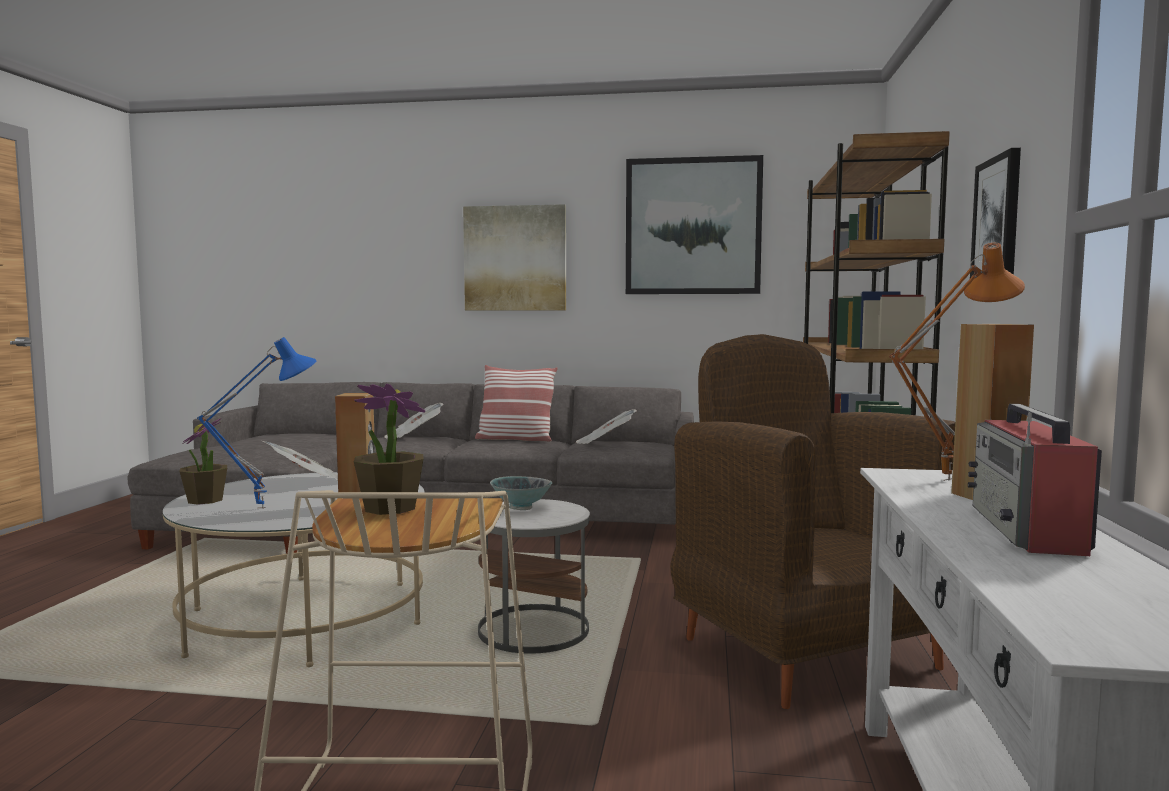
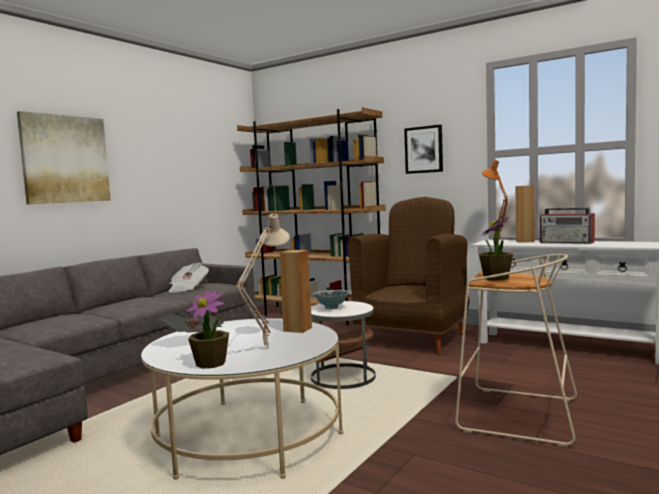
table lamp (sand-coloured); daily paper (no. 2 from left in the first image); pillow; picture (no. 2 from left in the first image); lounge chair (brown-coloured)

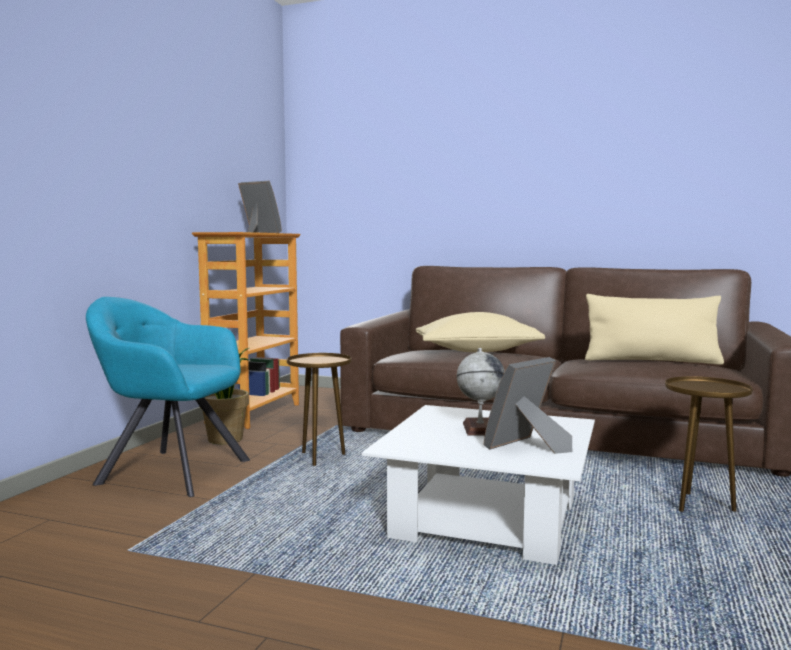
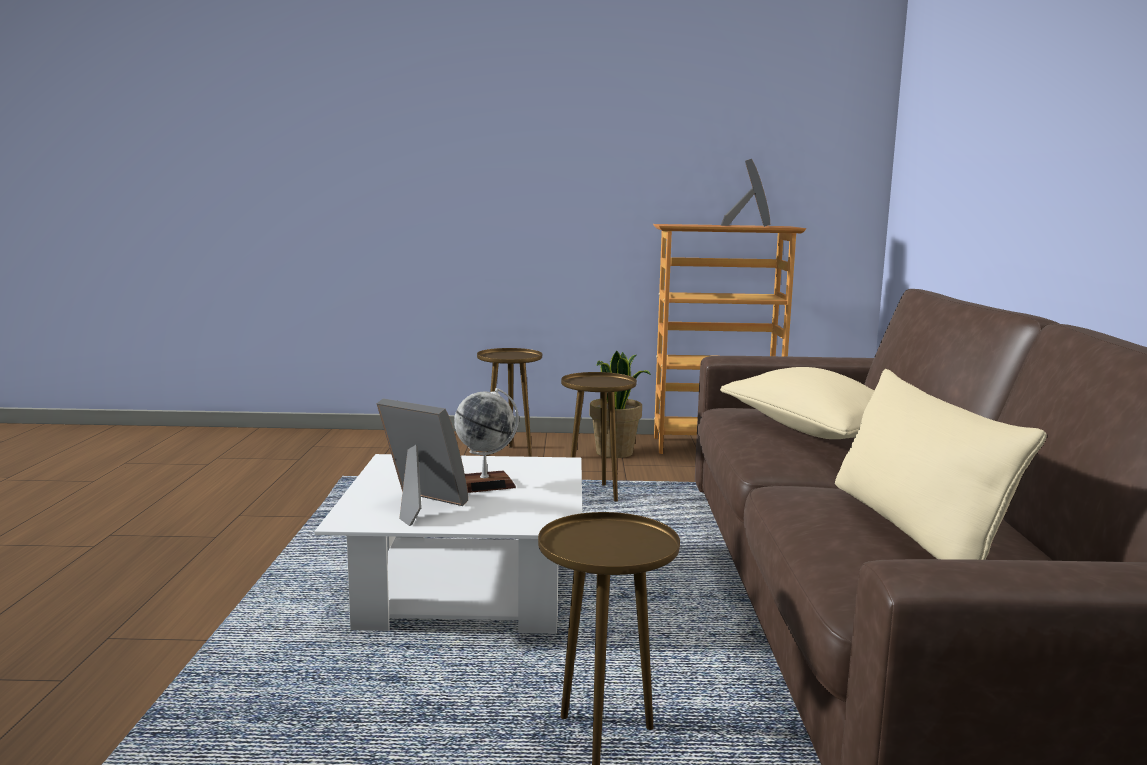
accent table (brown-coloured) (no. 1 from left)

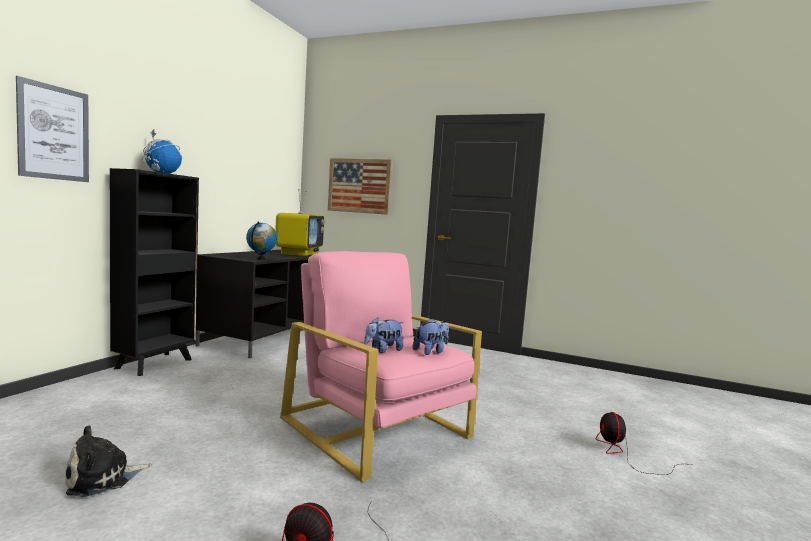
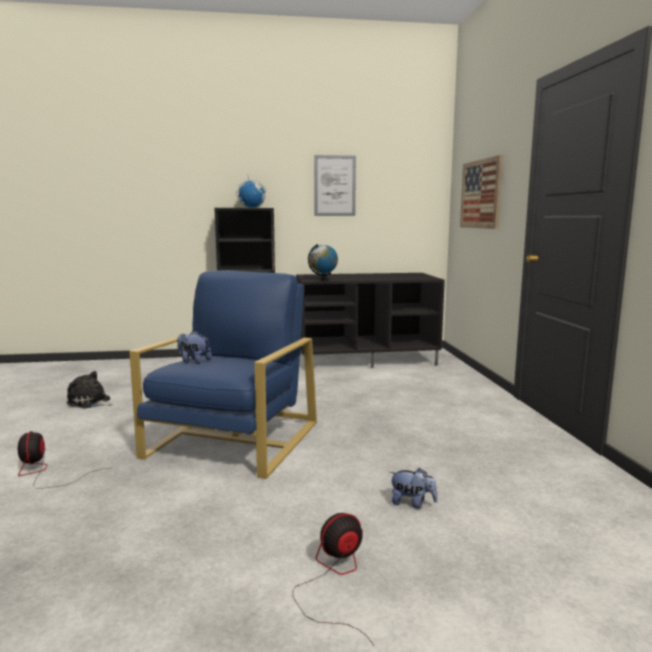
picture (no. 1 from left); TV set; lounge chair (bluish); soft toy (no. 3 from left)

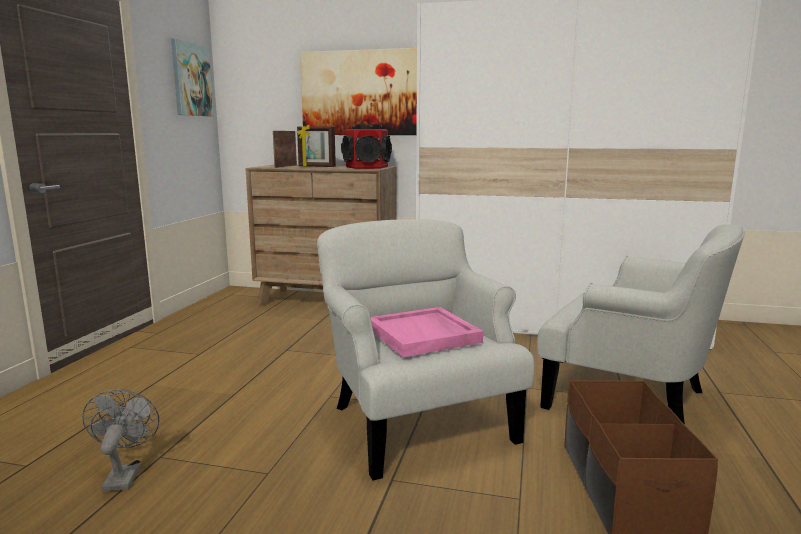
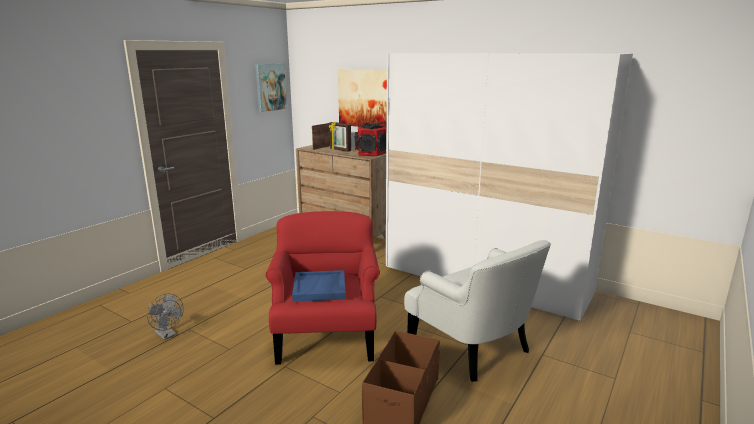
cooling fan (greyish); lounge chair (red); carrying tray (bluish)

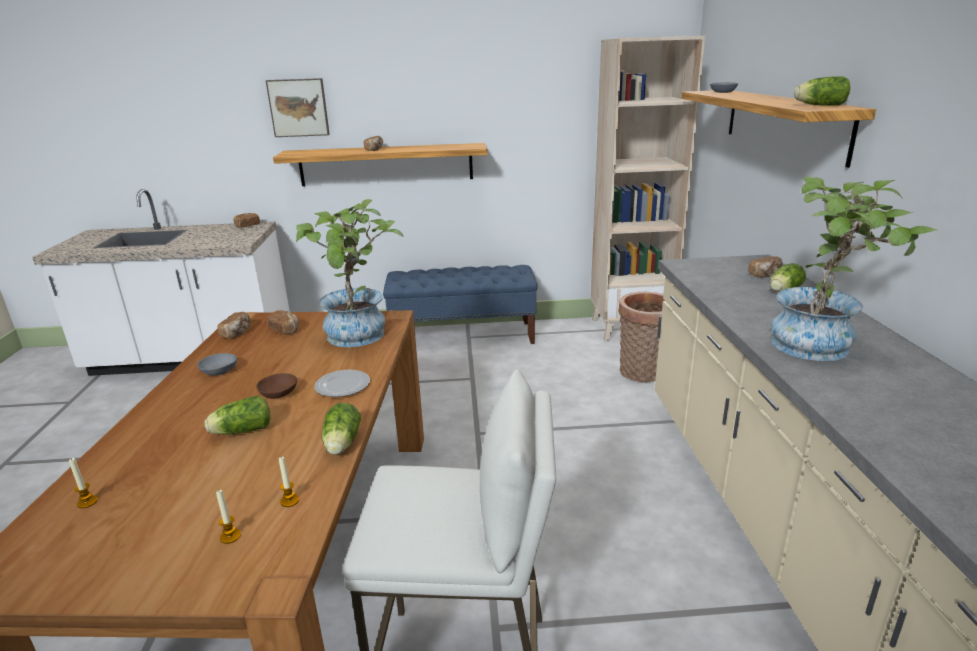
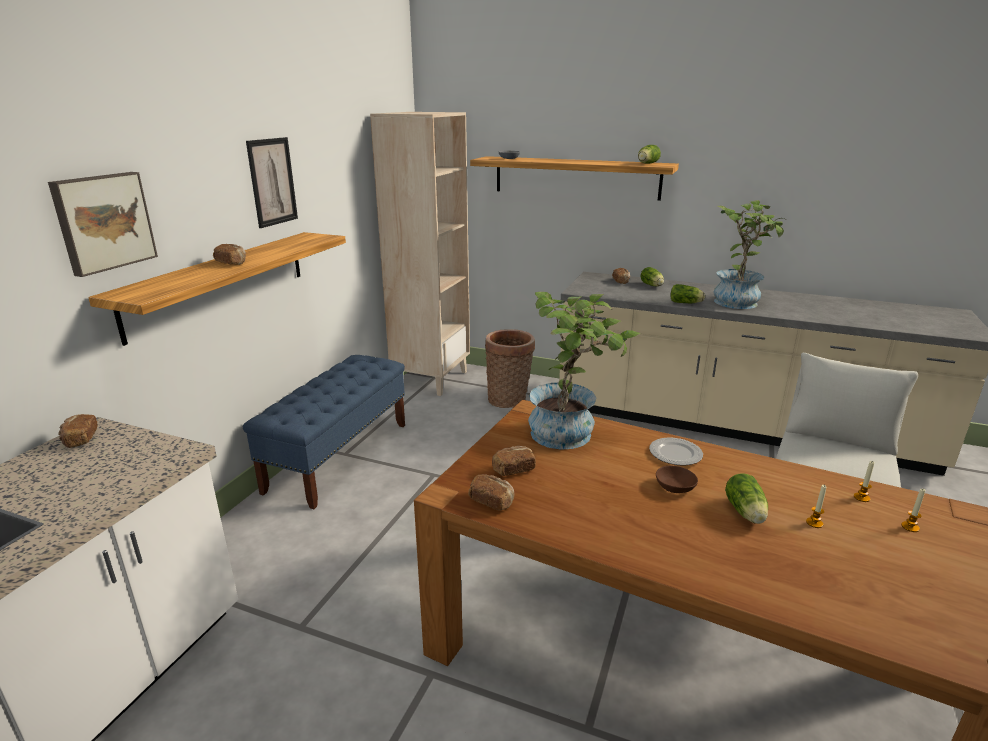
candle (no. 1 from left); serving bowl (greyish) (no. 1 from left in the first image); head of lettuce (no. 3 from left); picture (no. 2 from left)

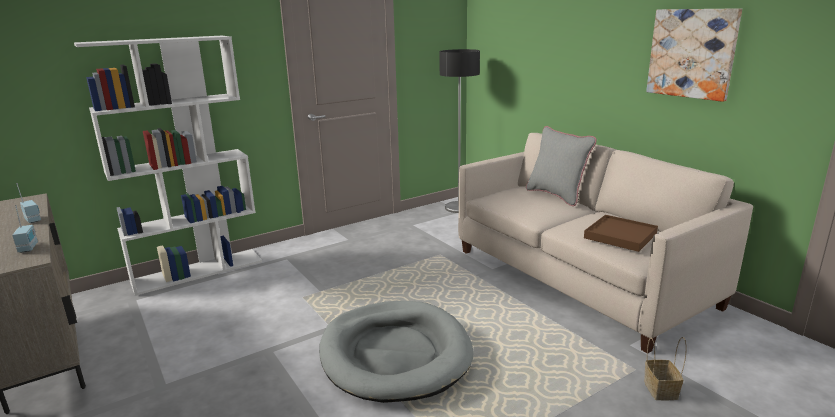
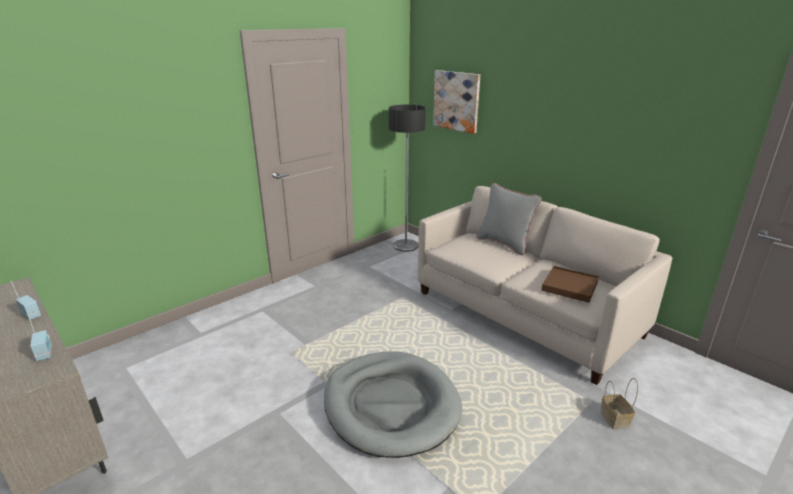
bookshelf (whitish); picture

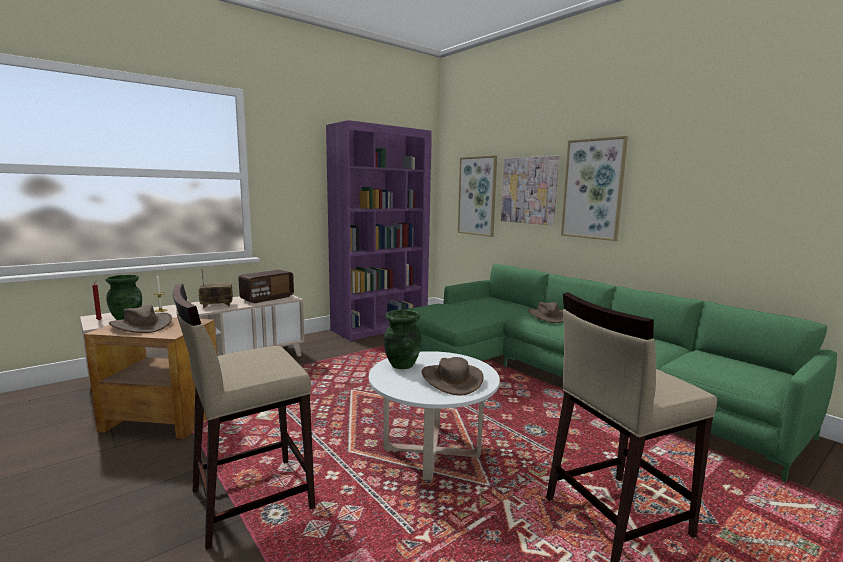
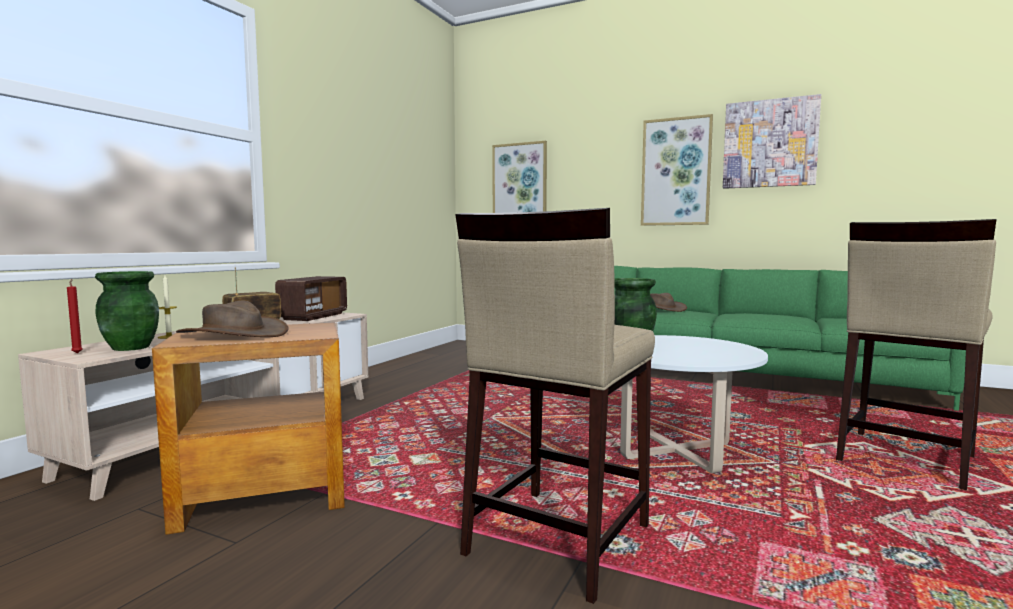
bookshelf (purple); hat (brown-coloured) (no. 2 from left in the first image); picture (no. 3 from left)

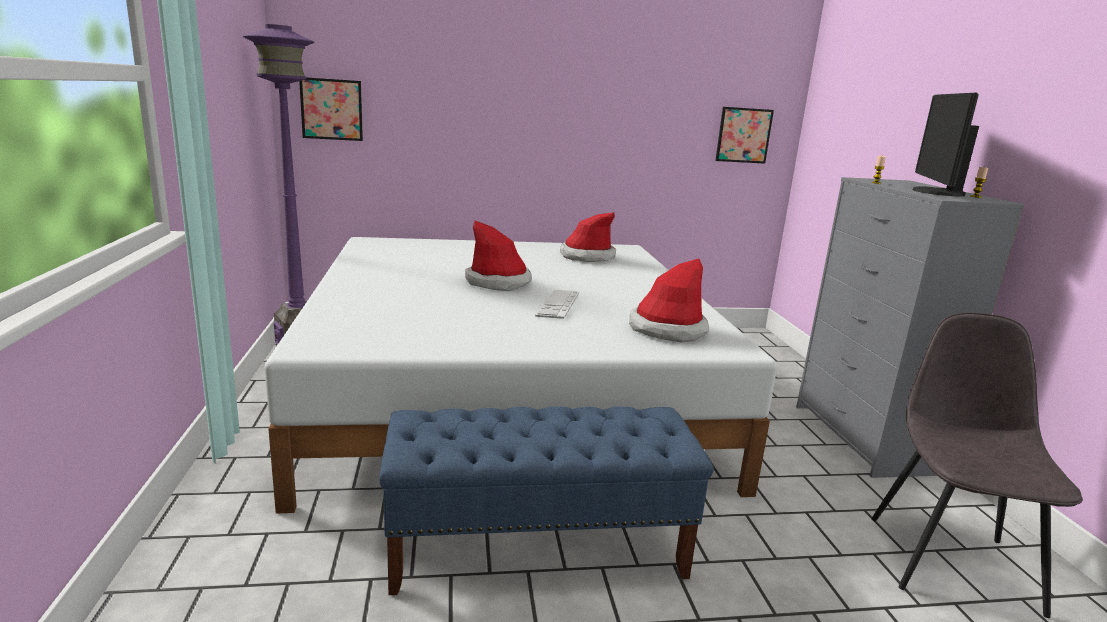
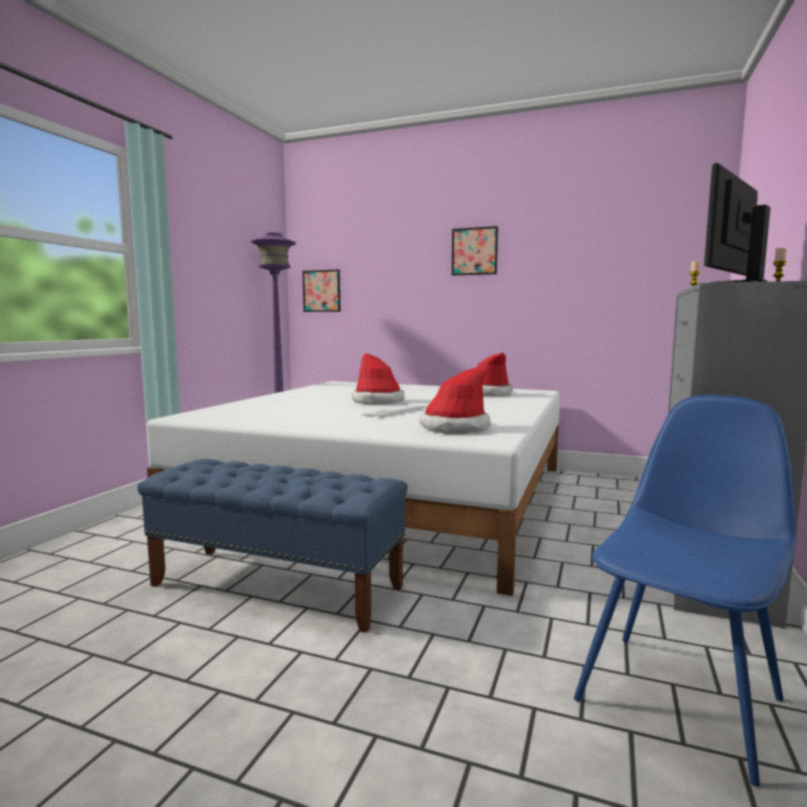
picture (no. 2 from left); plain chair (bluish)

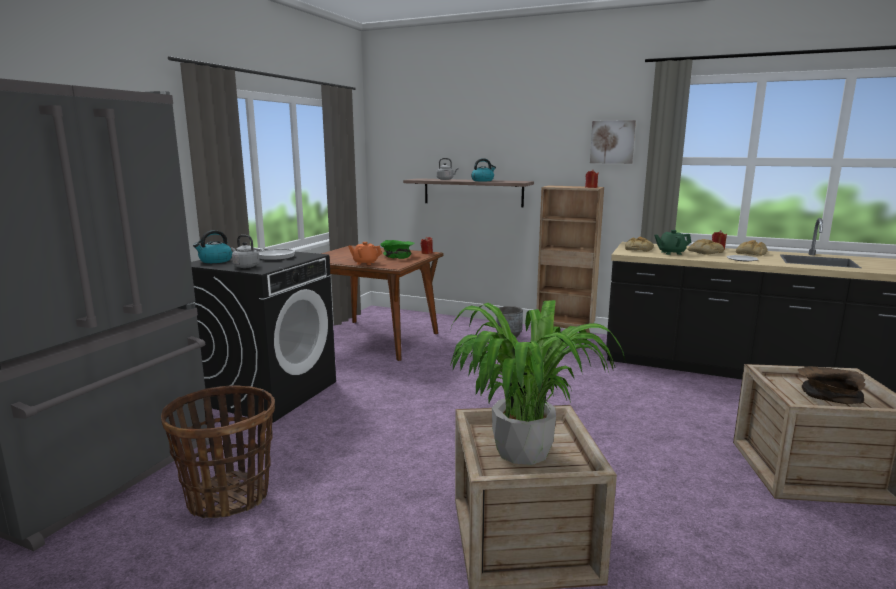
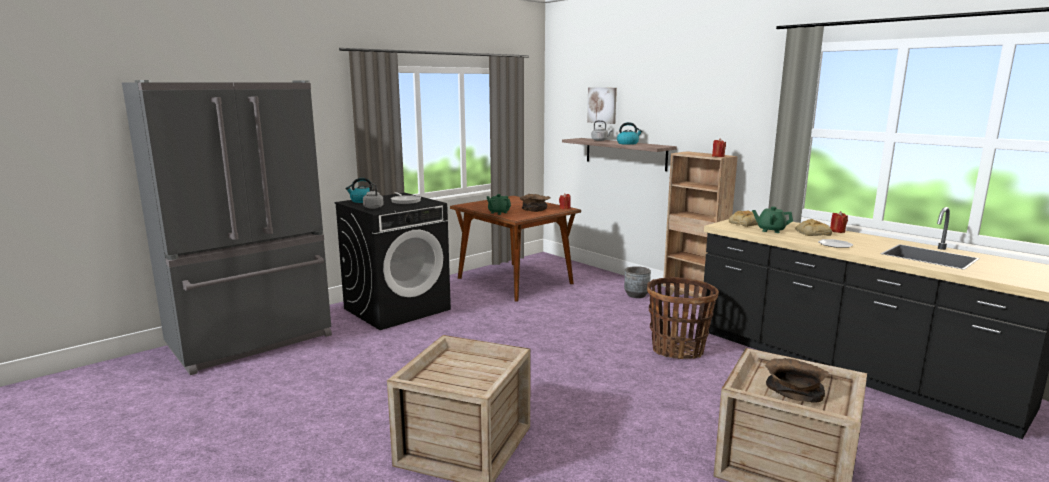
household basket; tea pot (green) (no. 1 from left); serving bowl (brown-coloured) (no. 1 from left); plant in a pot; picture; baked bread (no. 3 from left in the first image)

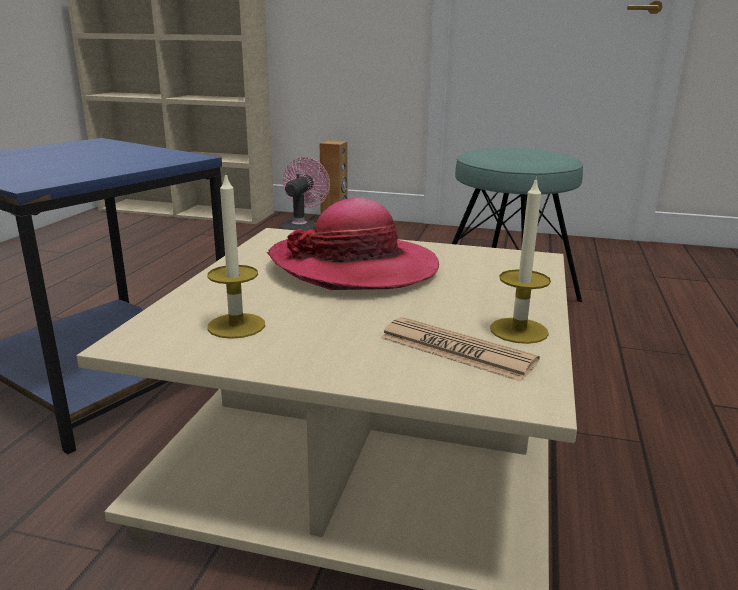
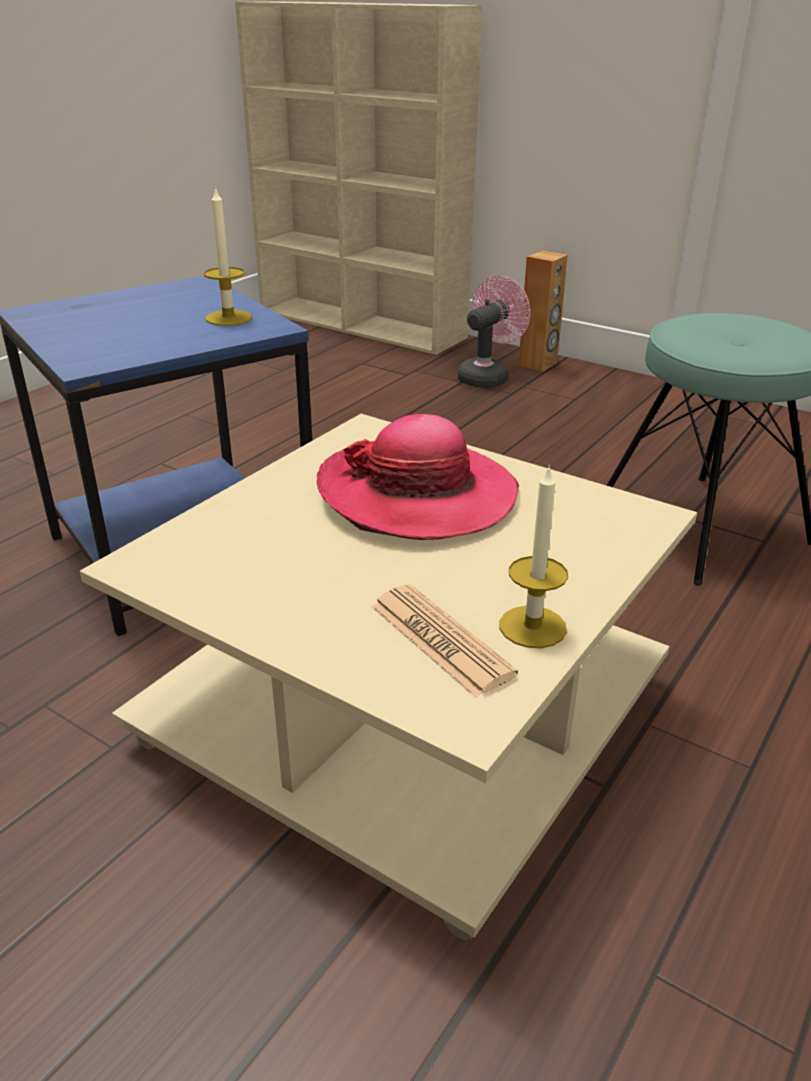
candle (no. 1 from left)

